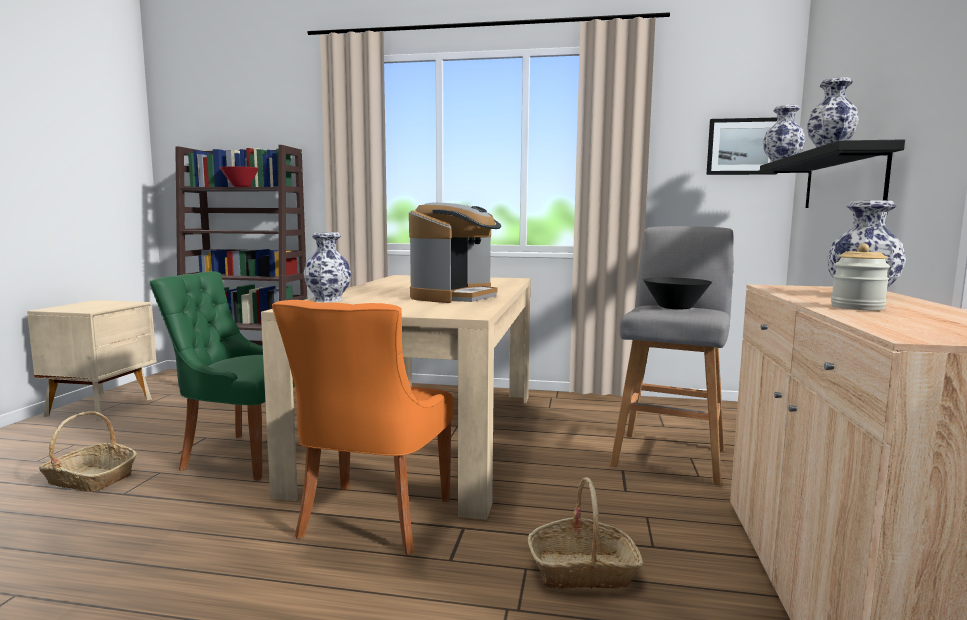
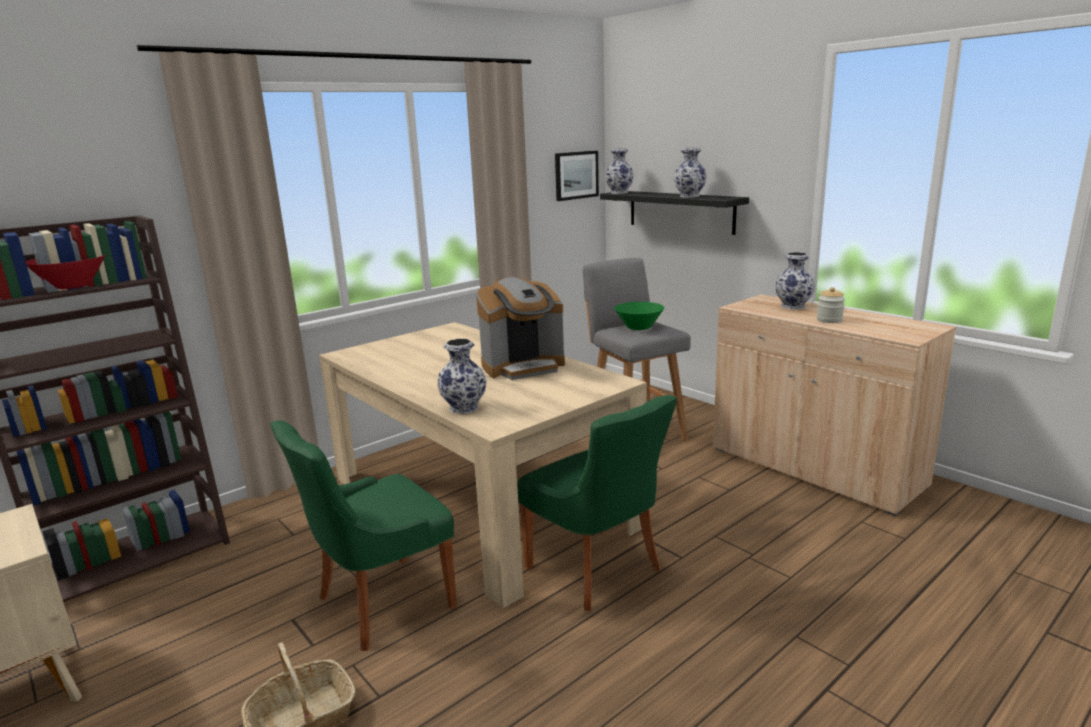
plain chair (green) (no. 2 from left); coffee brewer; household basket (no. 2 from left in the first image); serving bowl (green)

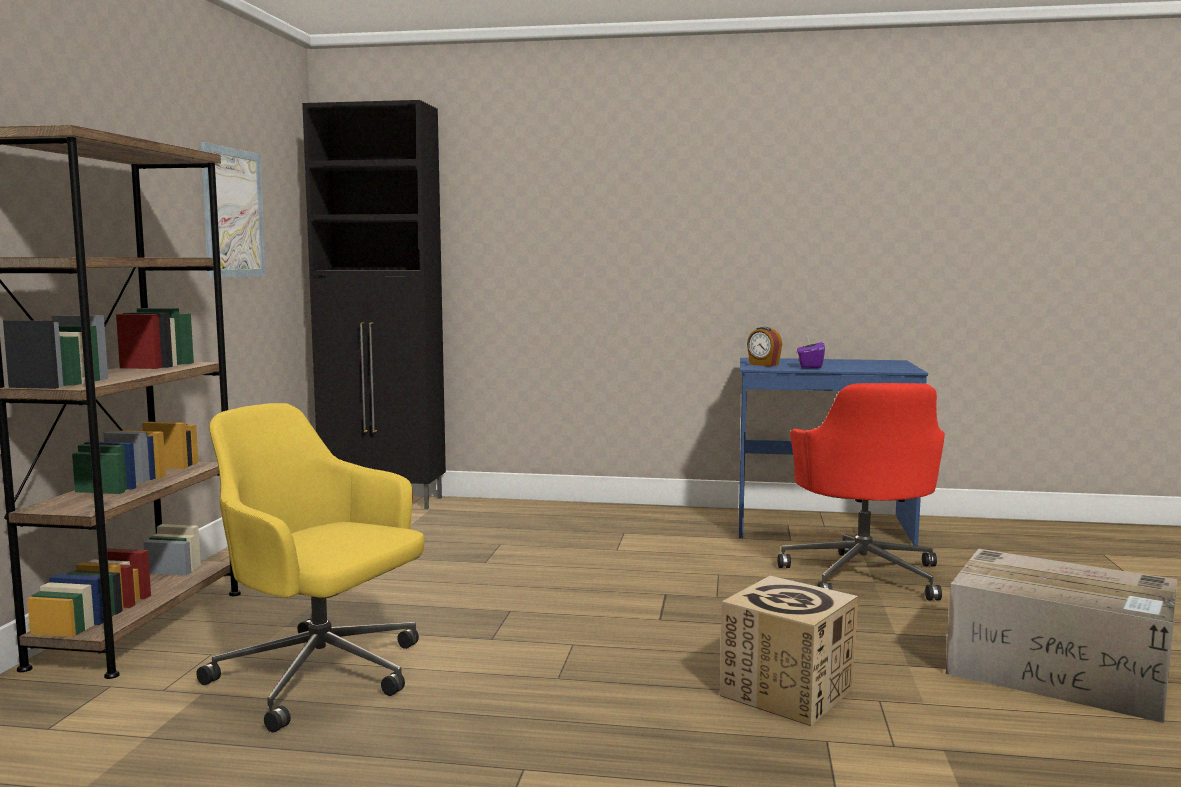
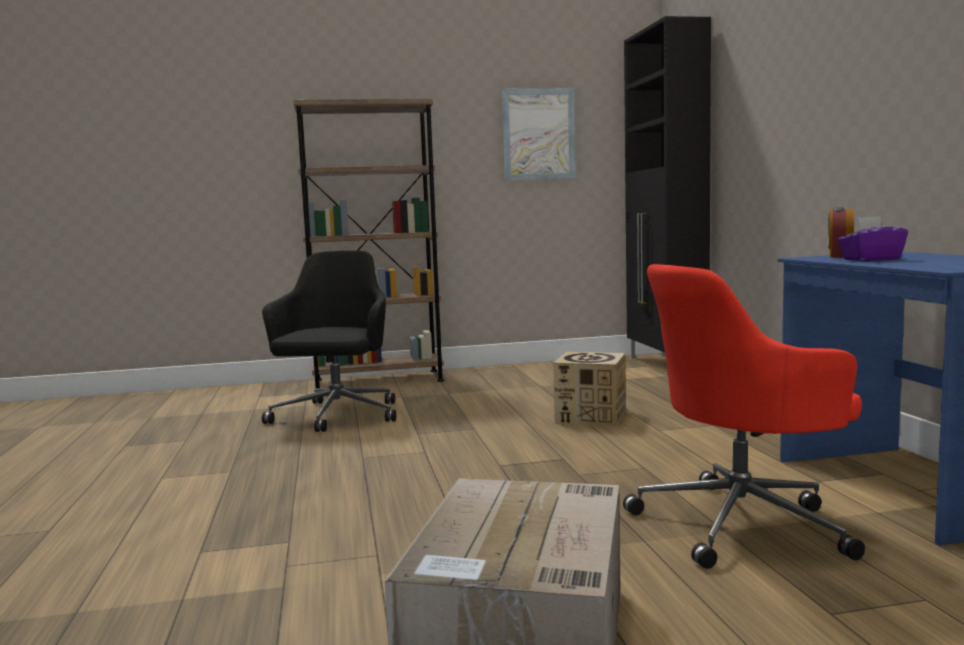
desk chair (black-coloured); packing box (no. 2 from left)

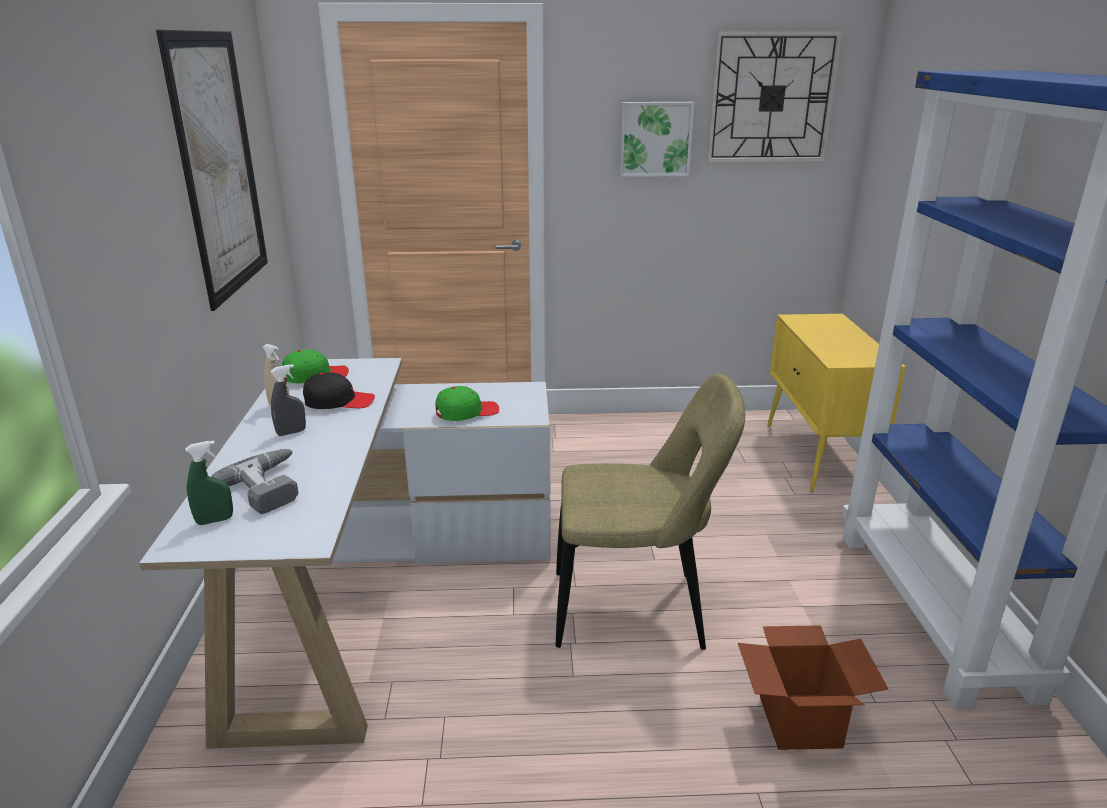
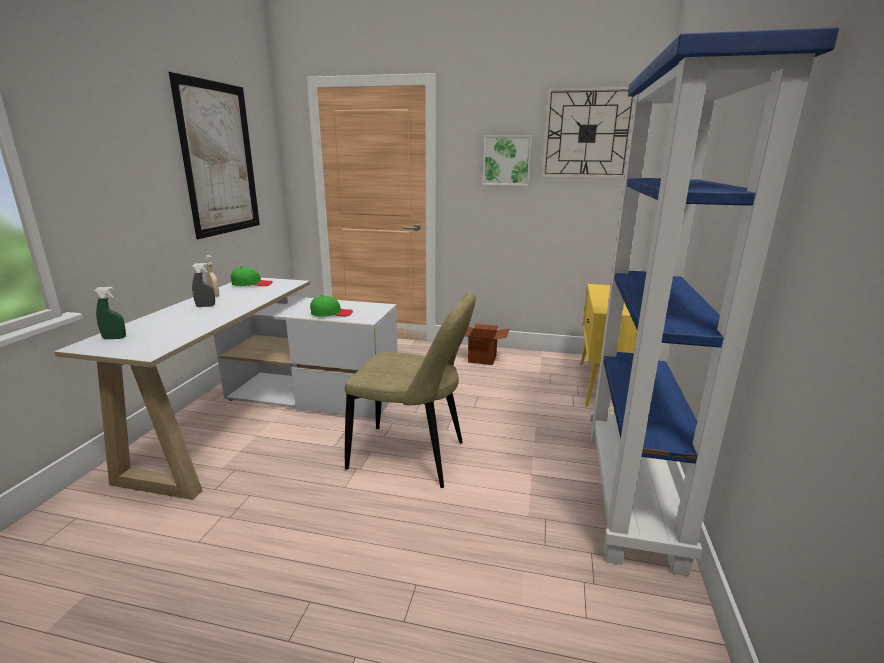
electric drill; cap (black-coloured); packing box

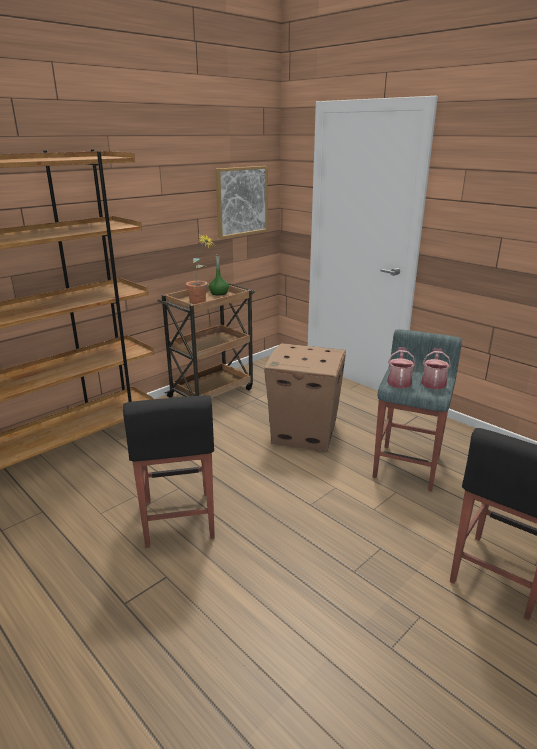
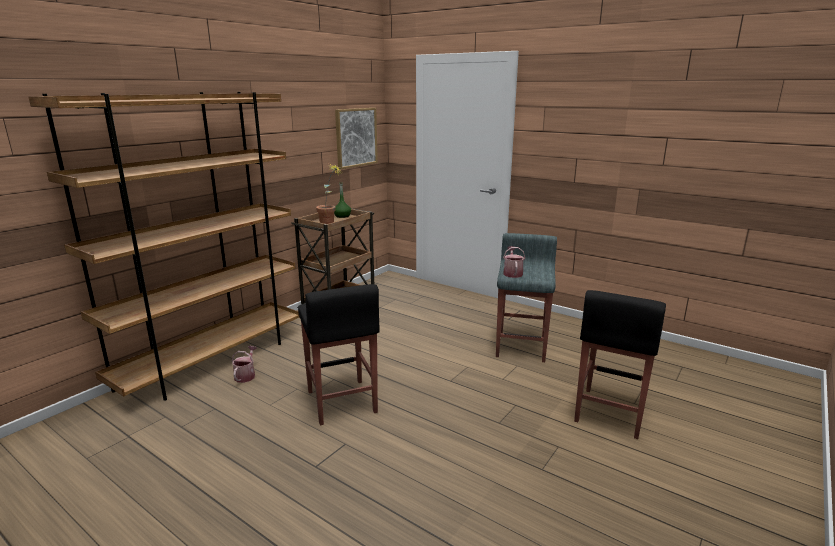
packing box; watering can (no. 1 from left)

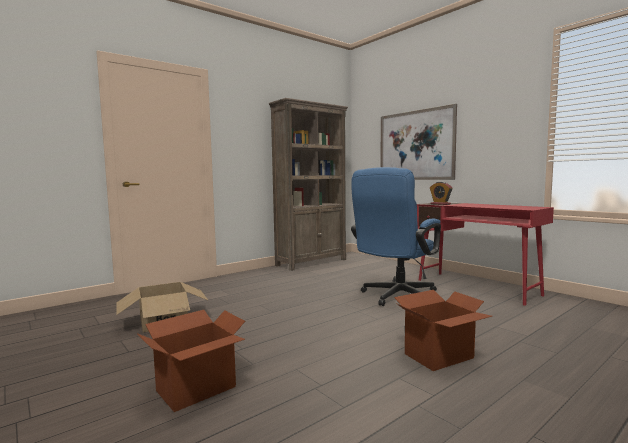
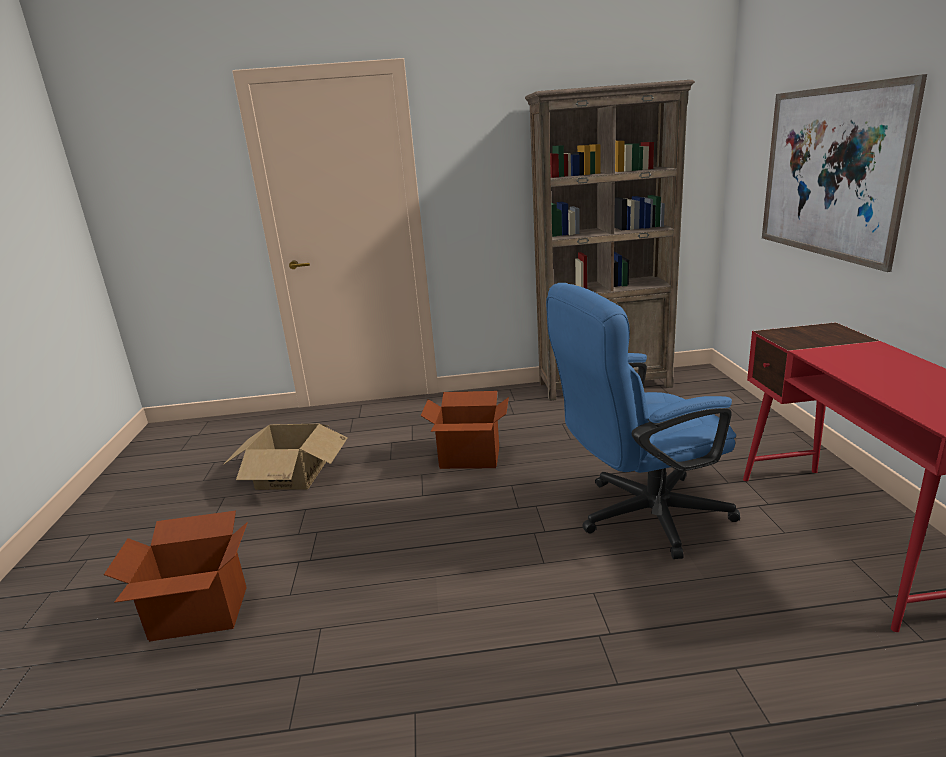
packing box (no. 3 from left); bedside clock

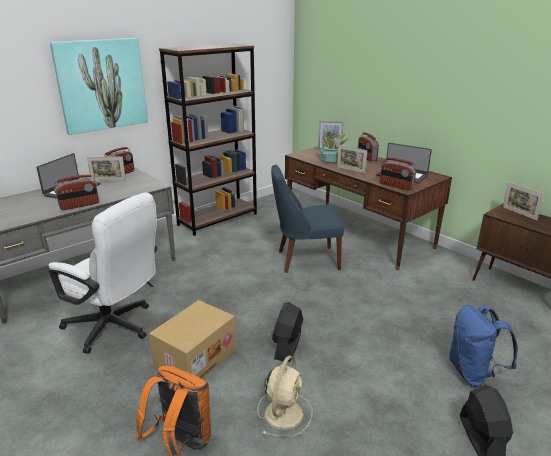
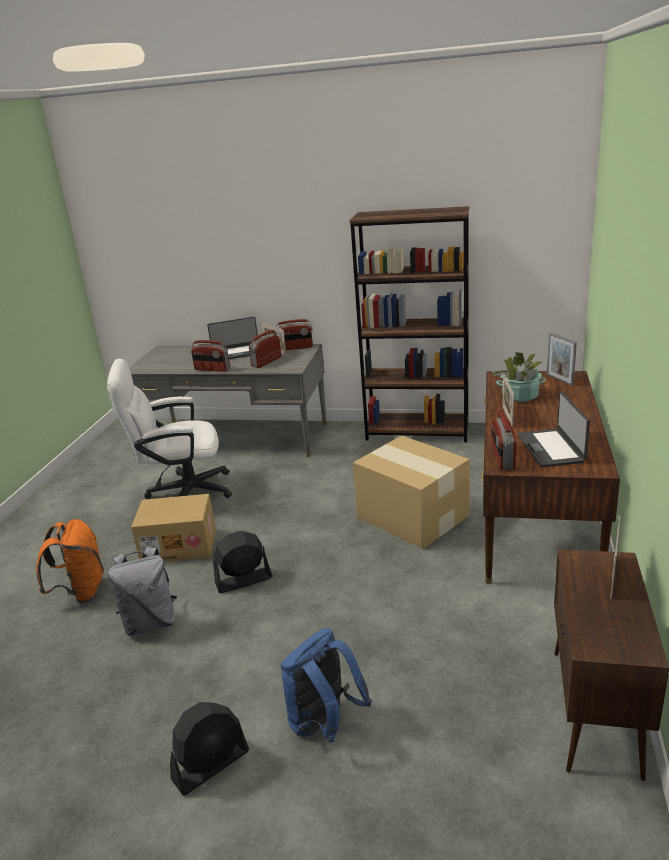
desk chair (whitish); picture; knapsack (greyish); packing box (no. 2 from left); radio receiver (no. 2 from left)

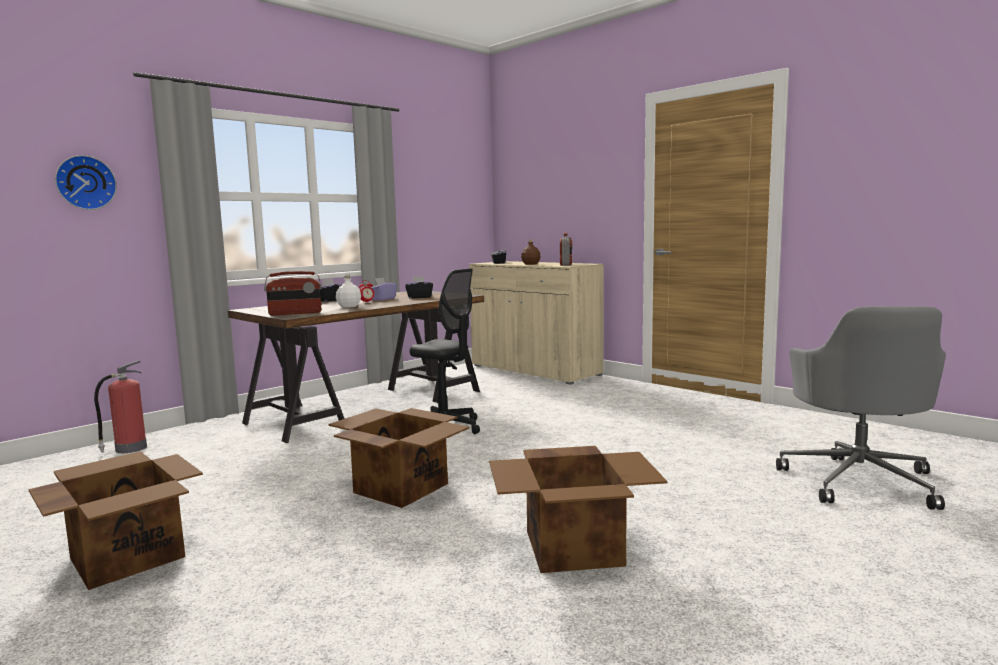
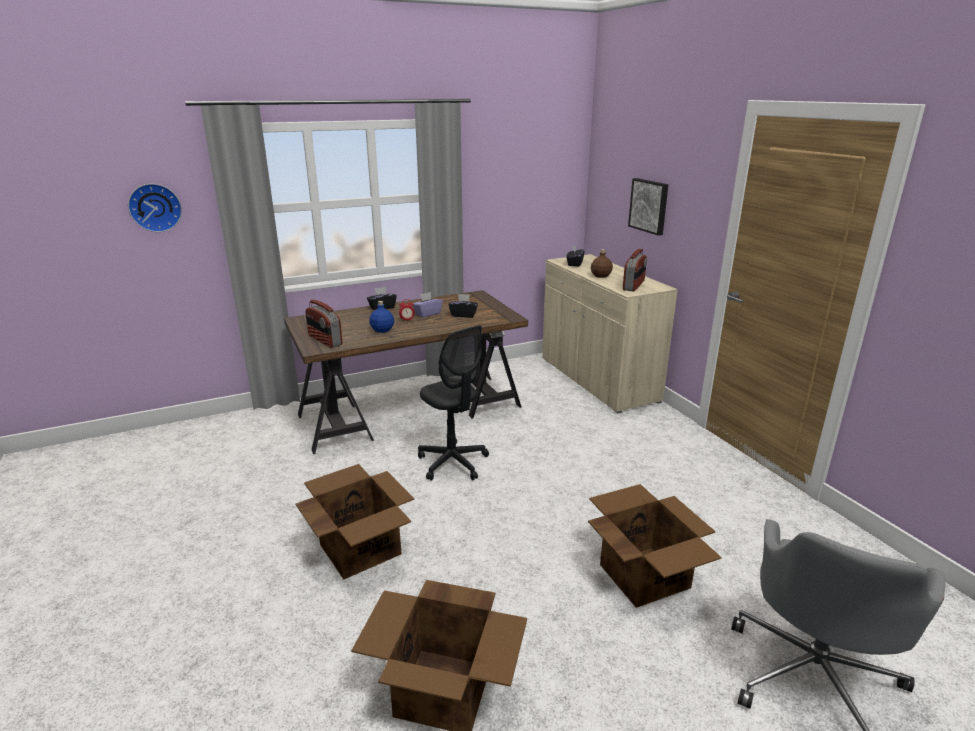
packing box (no. 3 from left); extinguisher; radio receiver (no. 1 from left); beverage bottle (bluish); picture

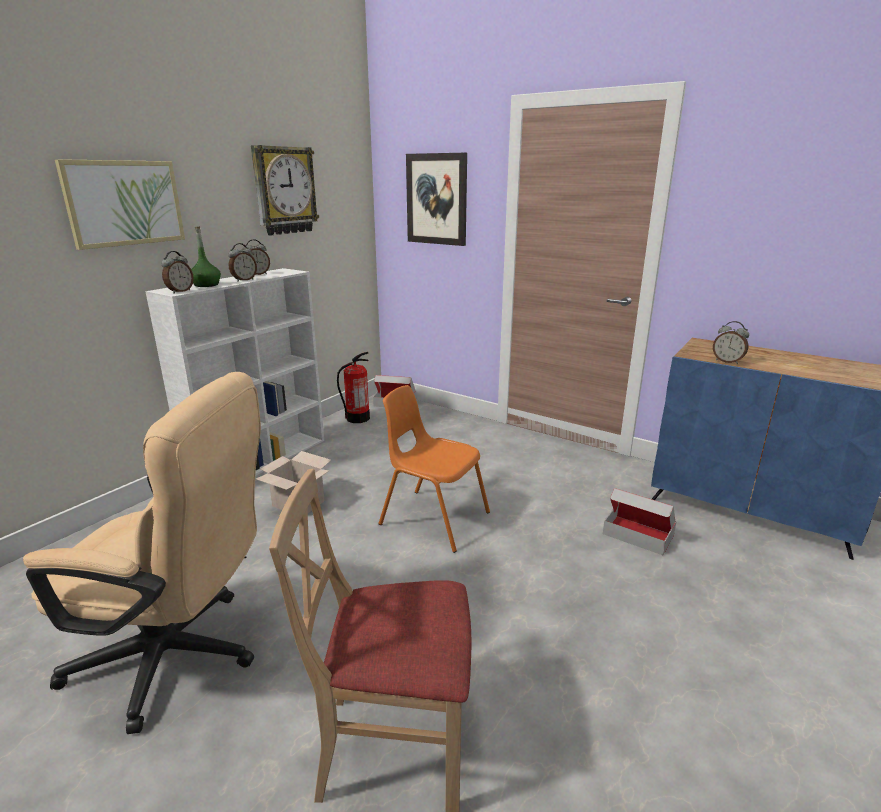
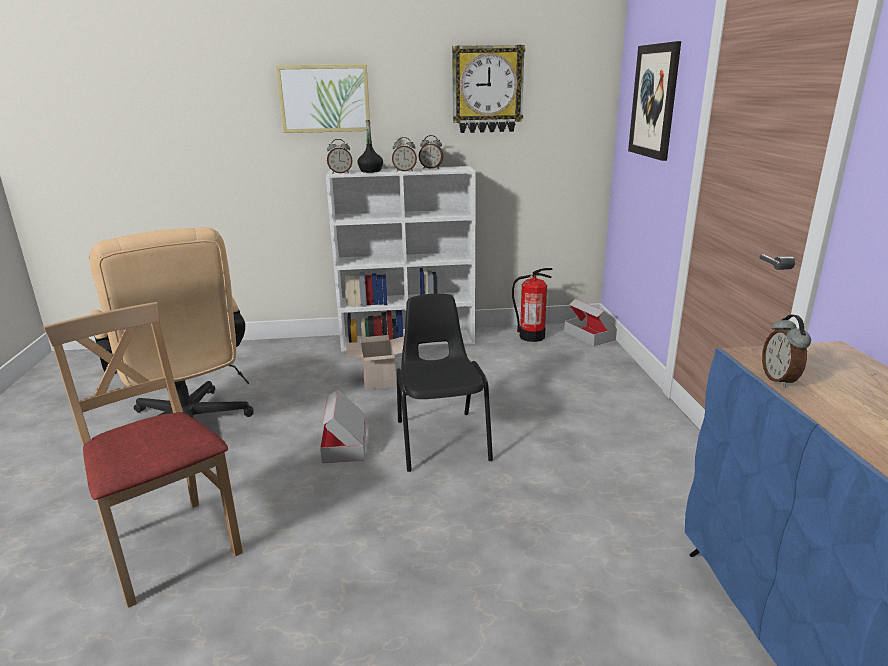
beverage bottle (black-coloured); plain chair (black-coloured); packing box (no. 1 from left)

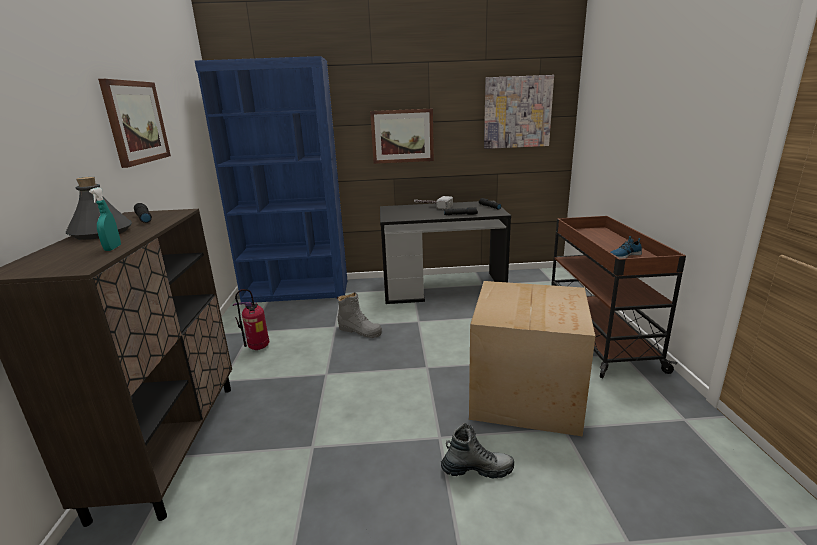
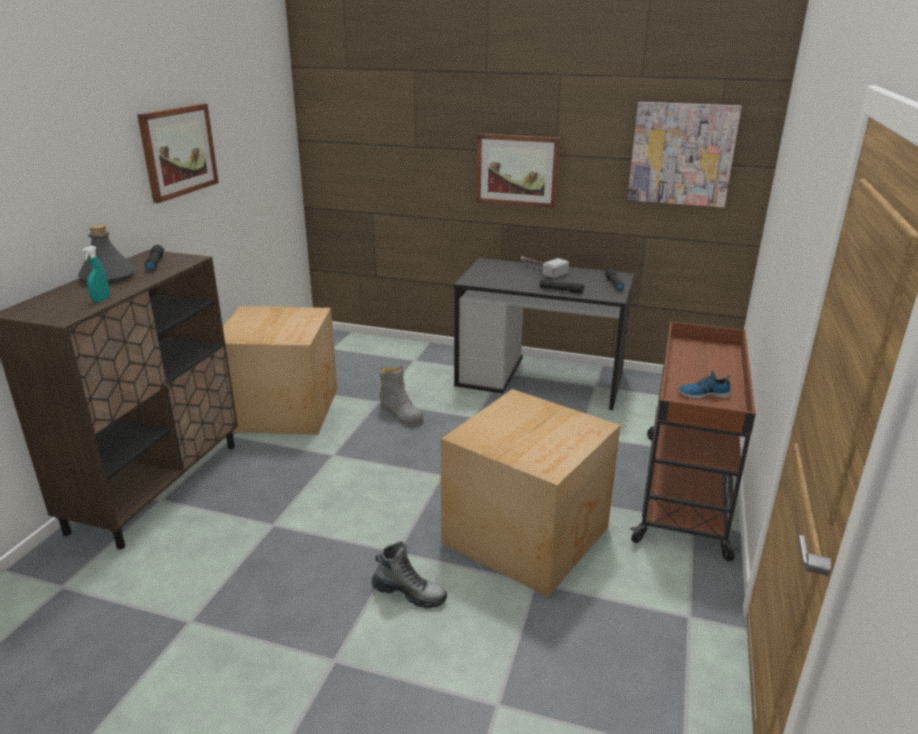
bookshelf (bluish); packing box (no. 1 from left)

